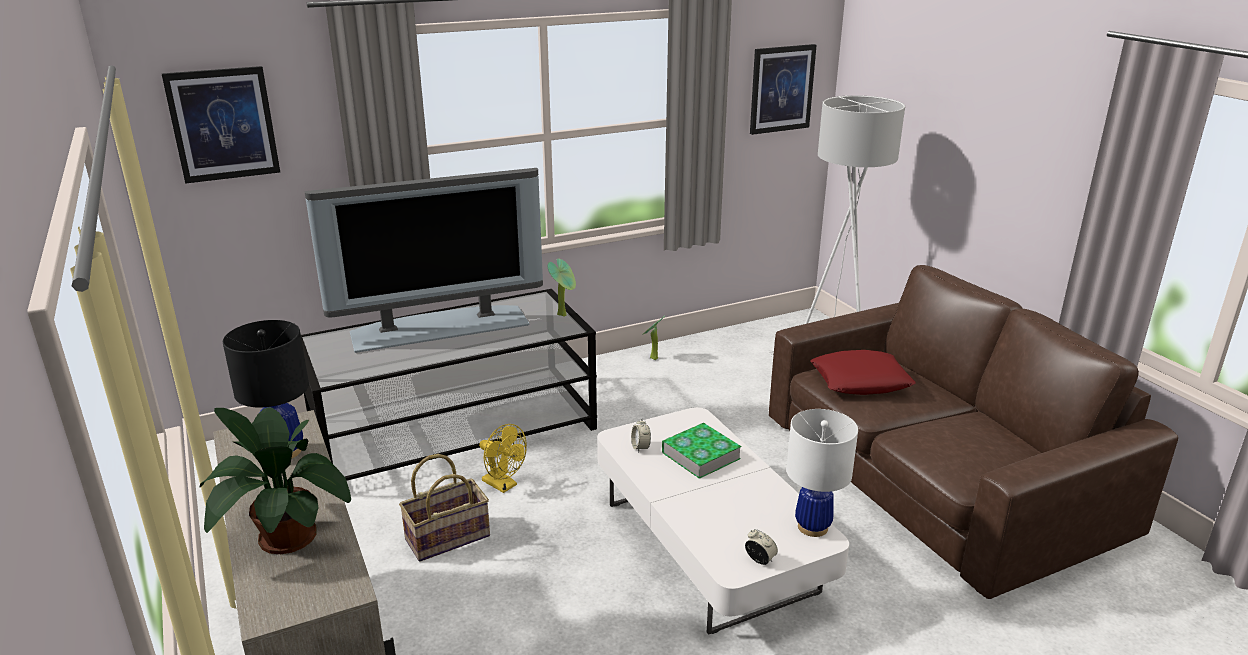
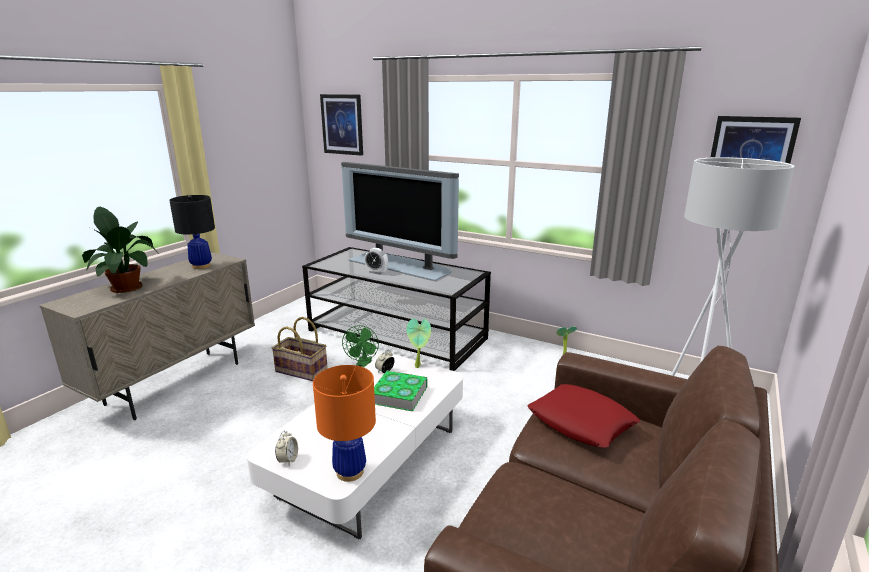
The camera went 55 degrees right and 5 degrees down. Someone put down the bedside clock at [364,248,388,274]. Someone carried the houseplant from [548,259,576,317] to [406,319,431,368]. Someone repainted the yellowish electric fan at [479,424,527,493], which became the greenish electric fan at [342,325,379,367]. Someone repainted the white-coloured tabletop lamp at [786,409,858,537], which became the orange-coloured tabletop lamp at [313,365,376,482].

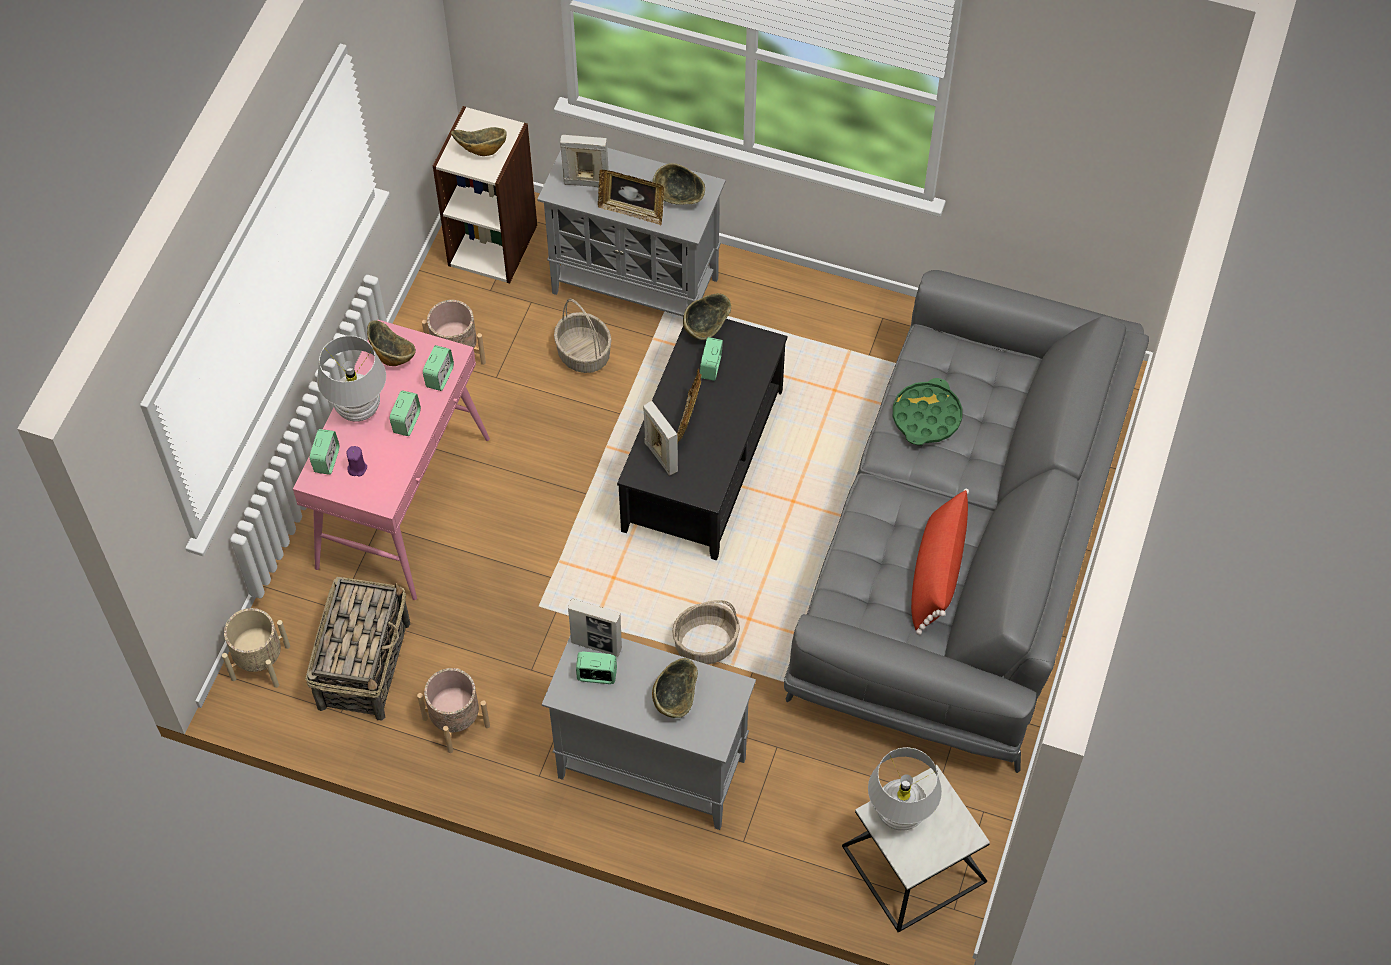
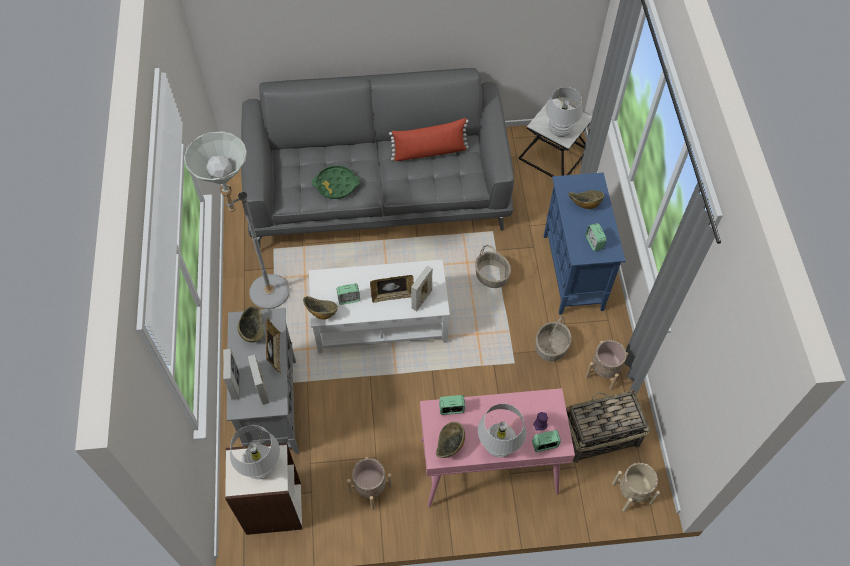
The camera went 115 degrees left and 0 degrees up. Someone took away the bedside clock at [390,390,421,436]. Someone put down the greyish floor lamp at [184,131,290,309]. Someone carried the storage basket from [554,298,612,373] to [535,316,571,361]. Someone carried the picture frame from [568,598,622,657] to [223,349,239,400]. Someone swapped the bowl at [451,127,507,156] for the white-coloured tabletop lamp at [230,425,280,479]. Someone repainted the greyish storage cabinet at [542,635,756,830], which became the blue storage cabinet at [544,172,626,315]. Someone repainted the black coffee table at [617,319,787,560], which became the white-coloured coffee table at [309,259,450,354].

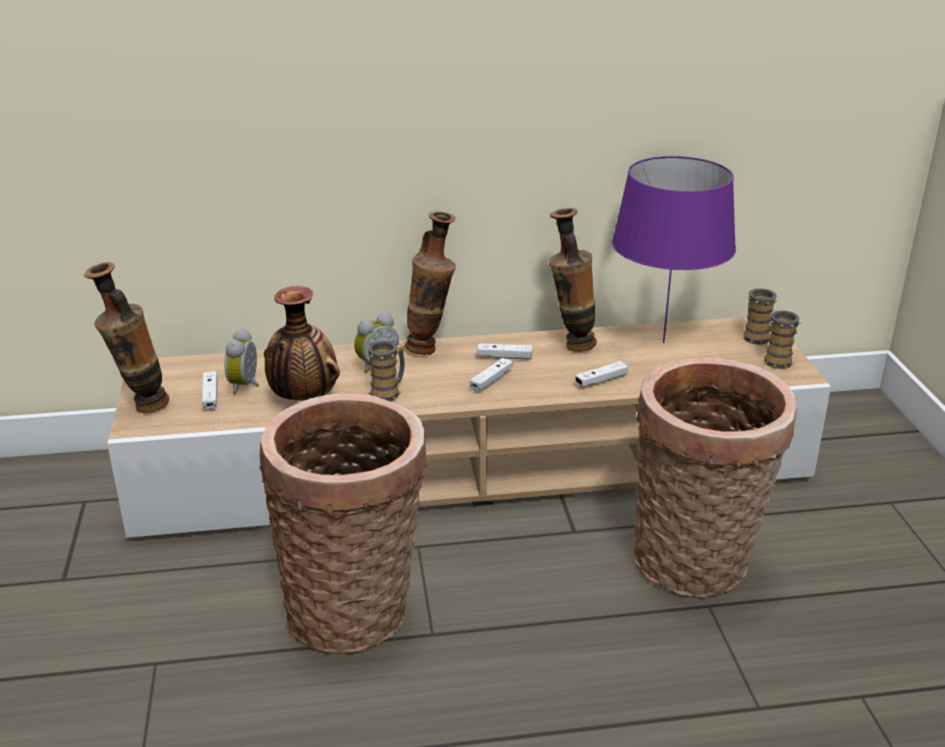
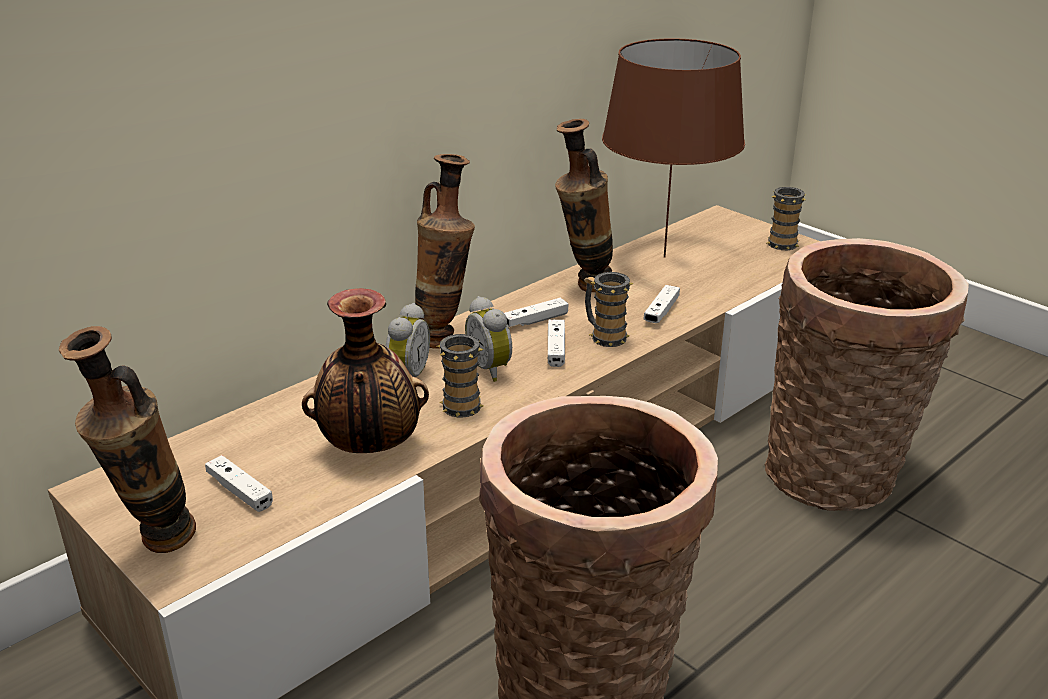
The camera went 35 degrees left and 0 degrees up. Someone carried the bedside clock from [224,329,259,395] to [465,296,512,382]. Someone carried the mug from [742,289,777,345] to [584,272,633,347]. Someone repainted the purple-coloured tabletop lamp at [612,156,736,343], which became the brown tabletop lamp at [602,38,745,258].

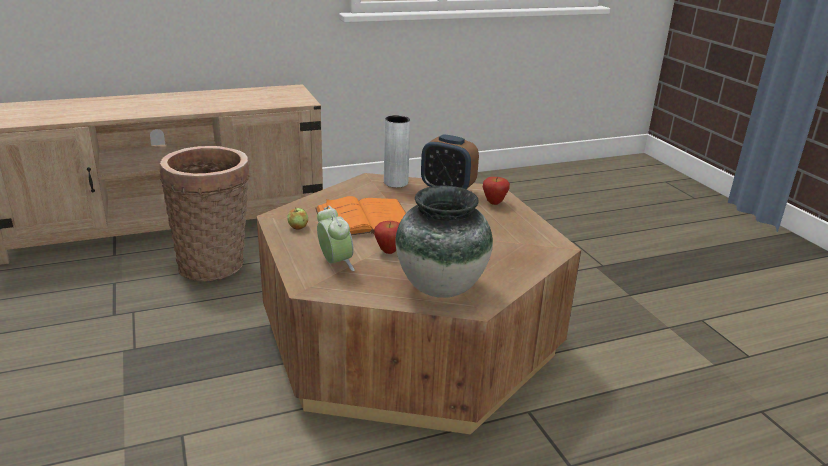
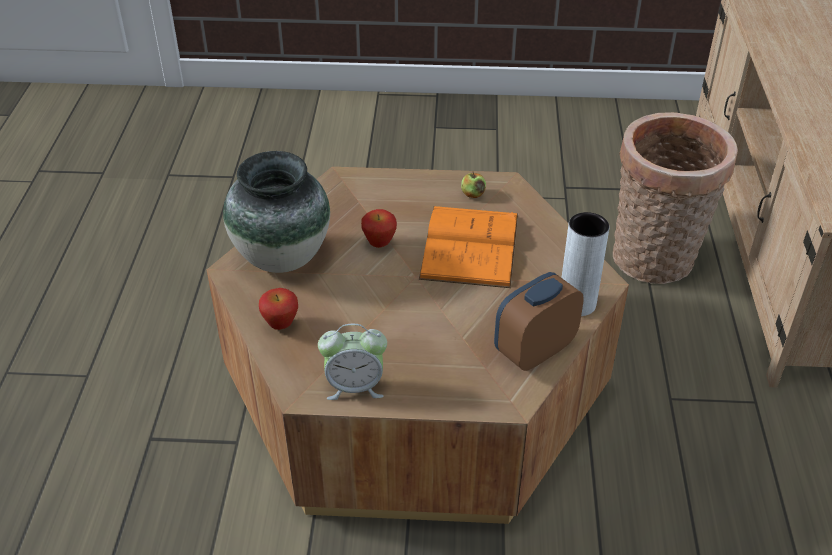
The camera went 115 degrees right and 15 degrees up. Someone carried the bedside clock from [317,205,355,271] to [318,324,387,400]. Someone carried the apple fruit from [483,177,510,205] to [259,288,298,330].

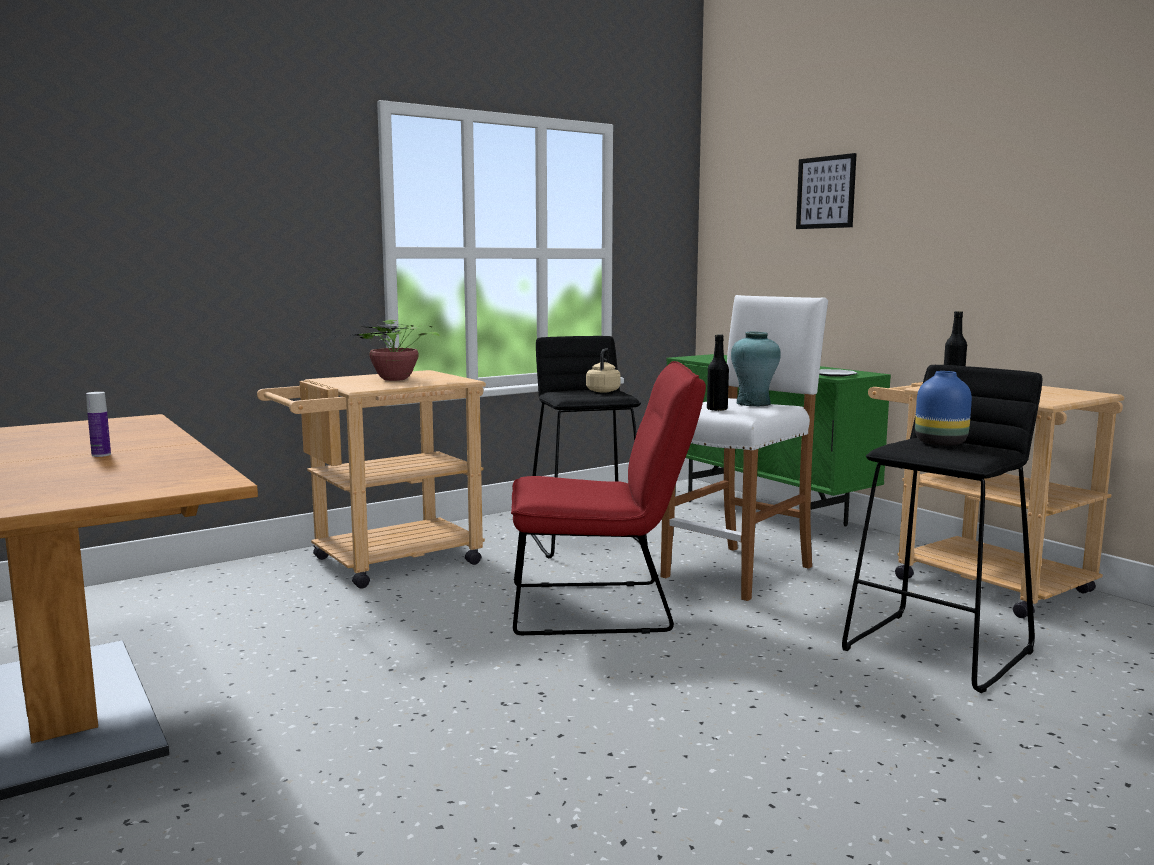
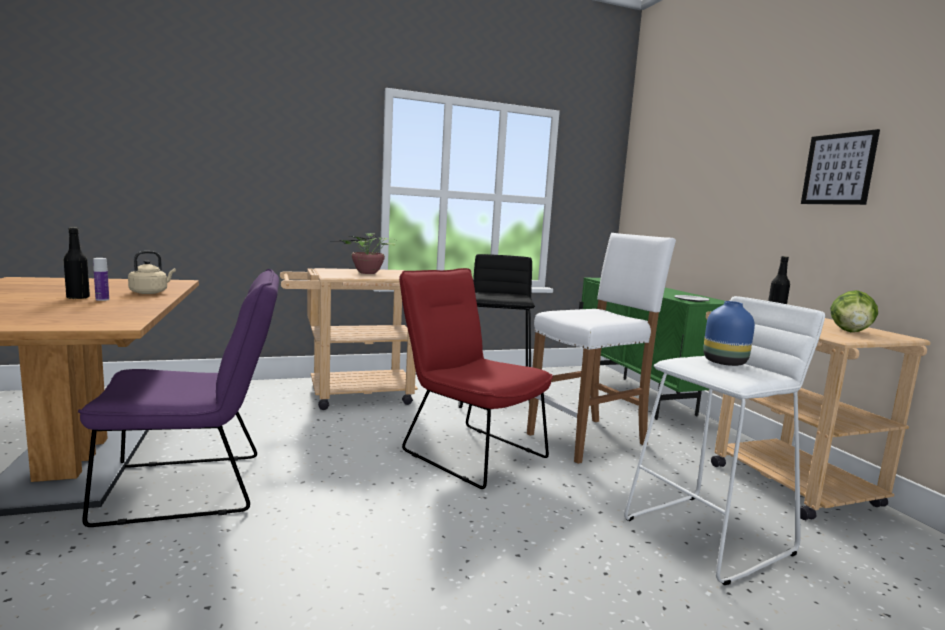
The camera went 15 degrees right and 0 degrees up. Someone took away the blue-green vase at [731,332,781,406]. Someone put down the purple-coloured chair at [78,269,279,527]. Someone put down the lettuce at [830,290,878,332]. Someone carried the beige kettle from [586,348,621,393] to [128,251,176,294]. Someone carried the black beverage bottle from [707,334,729,411] to [63,227,90,299]. Someone carried the wall picture from [796,153,857,229] to [801,129,880,205]. Someone repainted the black stool seat at [842,365,1042,693], which became the white-coloured stool seat at [624,296,825,585]. Someone rotated the red chair at [511,361,706,635] by 150 degrees counterclockwise.

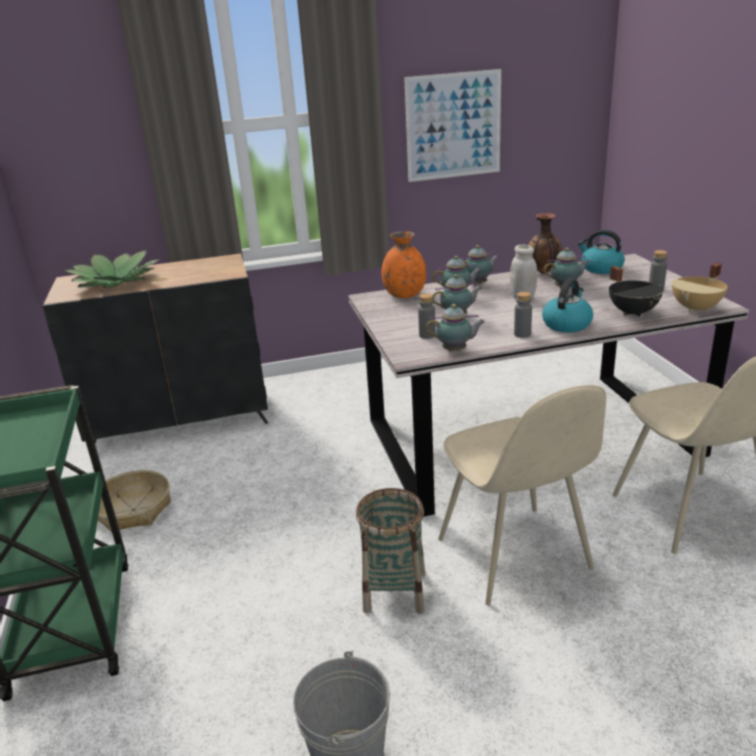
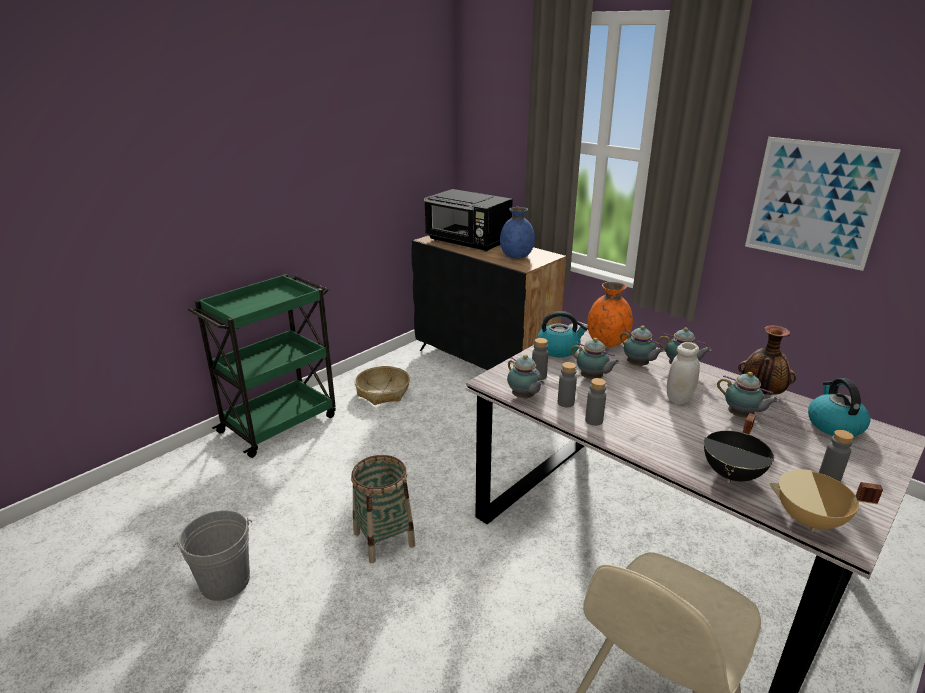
The camera went 55 degrees right and 0 degrees up. Someone took away the beige chair at [438,385,606,606]. Someone put down the blue vase at [500,207,535,259]. Someone put down the greyish beverage bottle at [558,362,577,408]. Someone carried the kettle from [542,279,593,332] to [537,311,588,357]. Someone swapped the houseplant at [63,249,160,288] for the black kitchen microwave at [424,189,513,252].

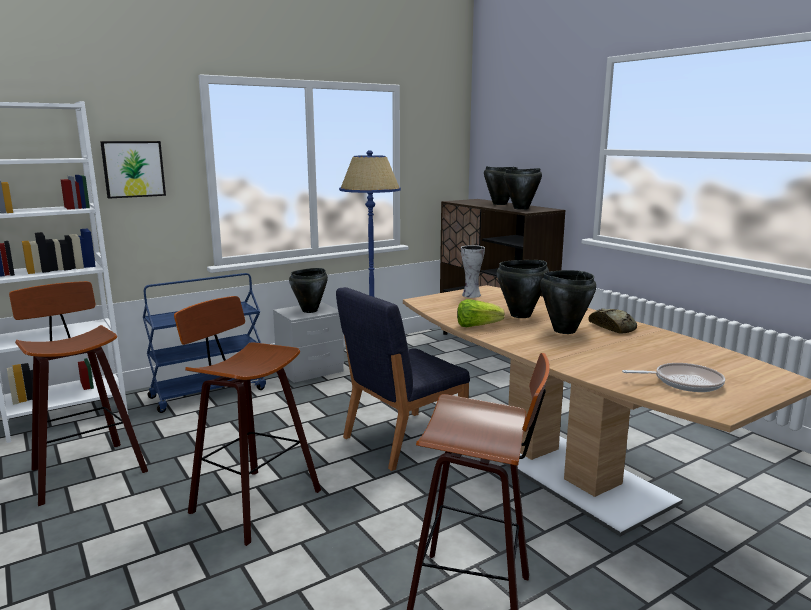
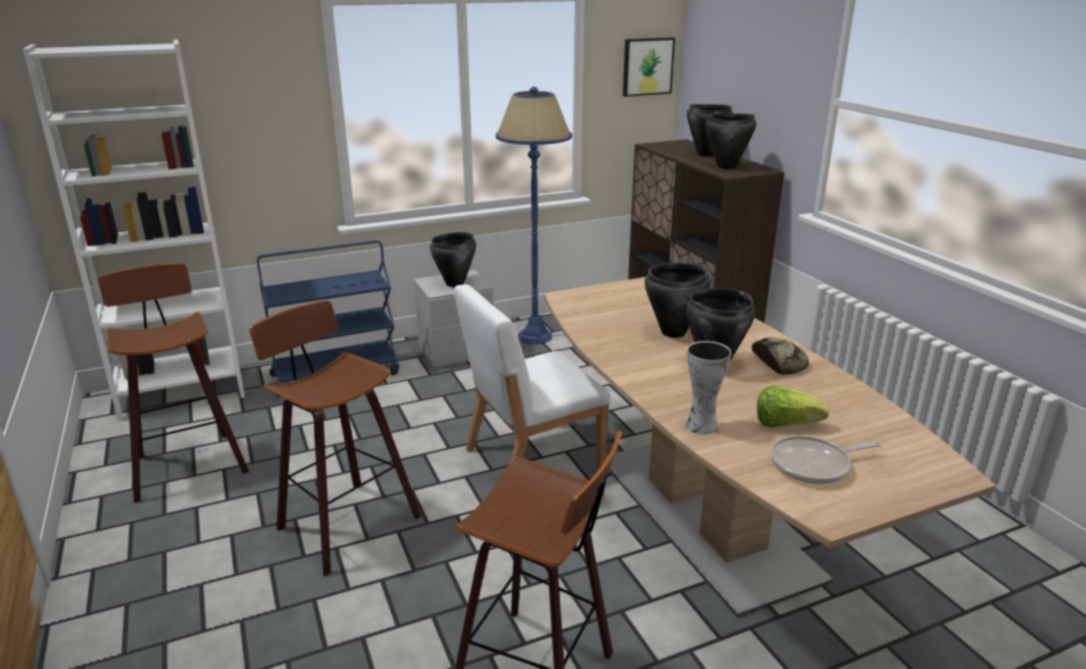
The camera went 10 degrees right and 10 degrees up. Someone carried the wall picture from [100,141,166,199] to [623,37,675,97]. Someone carried the lettuce from [457,299,505,327] to [757,385,829,428]. Someone carried the vase from [461,245,485,298] to [685,341,731,435]. Someone repainted the blue chair at [336,287,470,471], which became the white-coloured chair at [454,284,610,469]. Someone rotated the frying pan at [622,363,725,392] by 150 degrees clockwise.

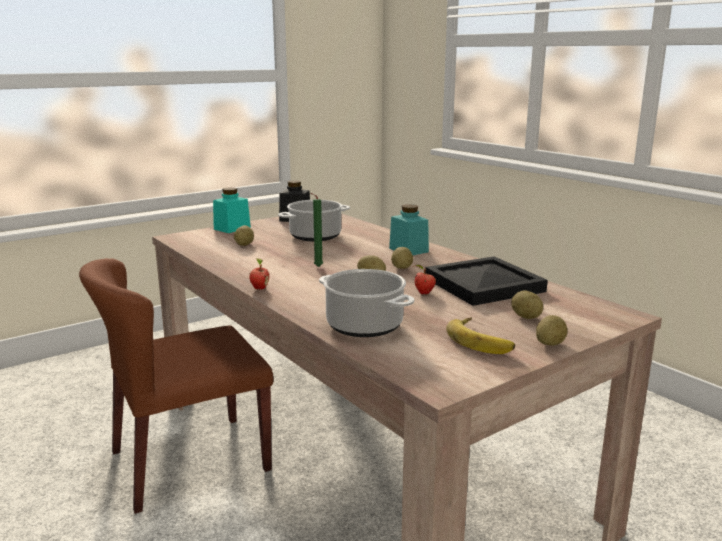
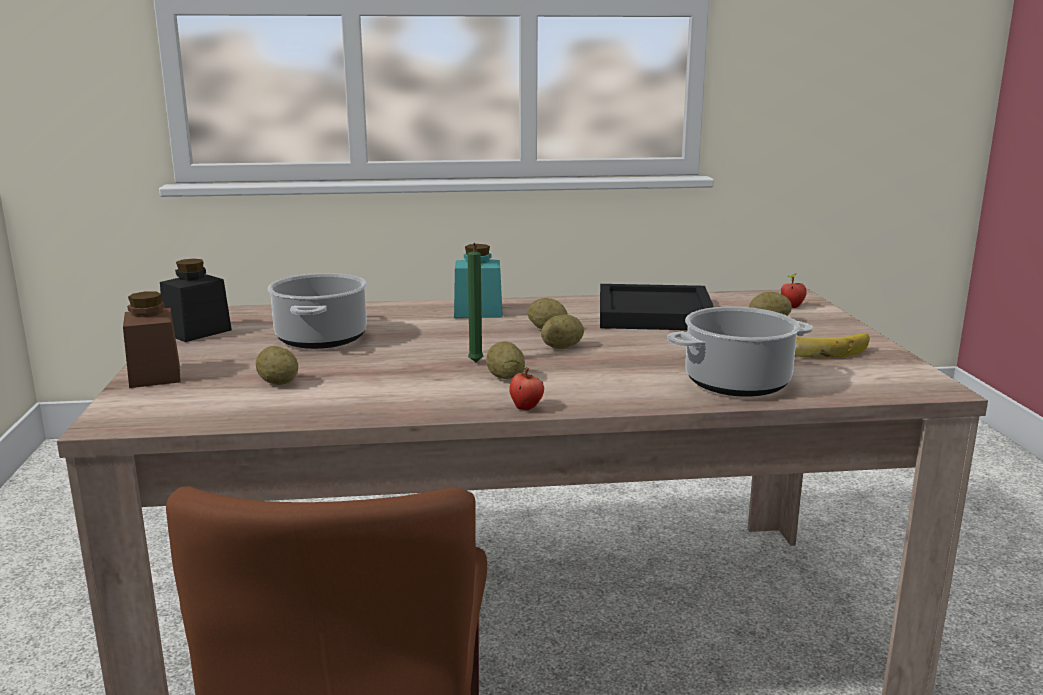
The camera went 60 degrees left and 0 degrees up. Someone carried the apple fruit from [413,265,436,294] to [781,273,807,308]. Someone carried the whole potato from [536,315,567,346] to [486,342,525,379]. Someone repainted the blue-green preserve jar at [213,187,251,233], which became the brown preserve jar at [123,291,181,388].

